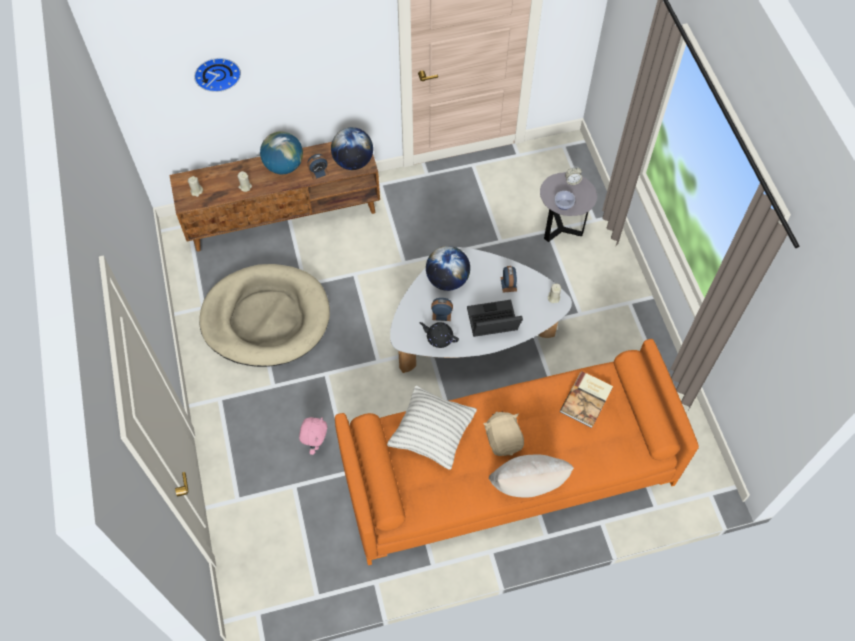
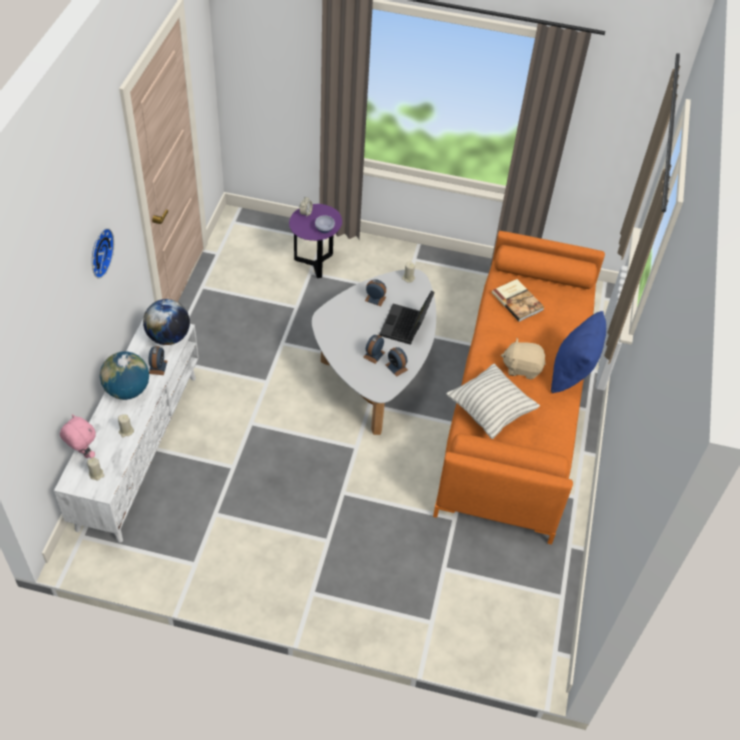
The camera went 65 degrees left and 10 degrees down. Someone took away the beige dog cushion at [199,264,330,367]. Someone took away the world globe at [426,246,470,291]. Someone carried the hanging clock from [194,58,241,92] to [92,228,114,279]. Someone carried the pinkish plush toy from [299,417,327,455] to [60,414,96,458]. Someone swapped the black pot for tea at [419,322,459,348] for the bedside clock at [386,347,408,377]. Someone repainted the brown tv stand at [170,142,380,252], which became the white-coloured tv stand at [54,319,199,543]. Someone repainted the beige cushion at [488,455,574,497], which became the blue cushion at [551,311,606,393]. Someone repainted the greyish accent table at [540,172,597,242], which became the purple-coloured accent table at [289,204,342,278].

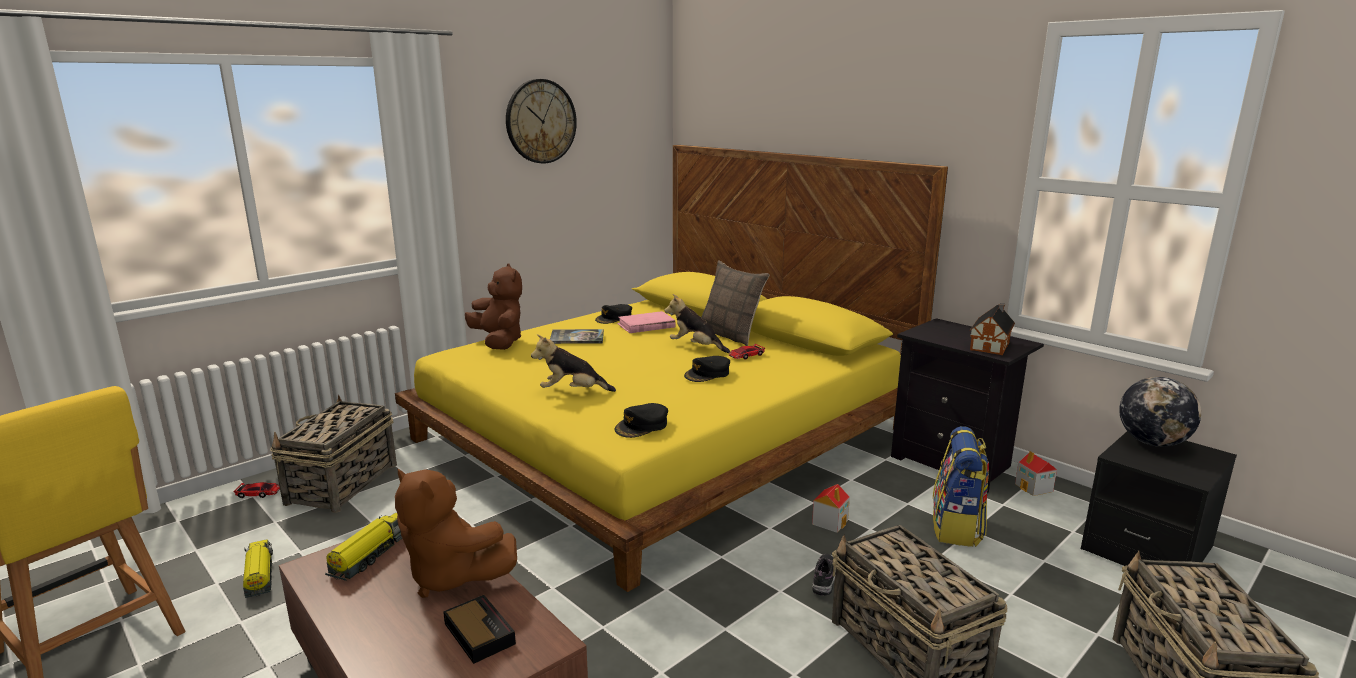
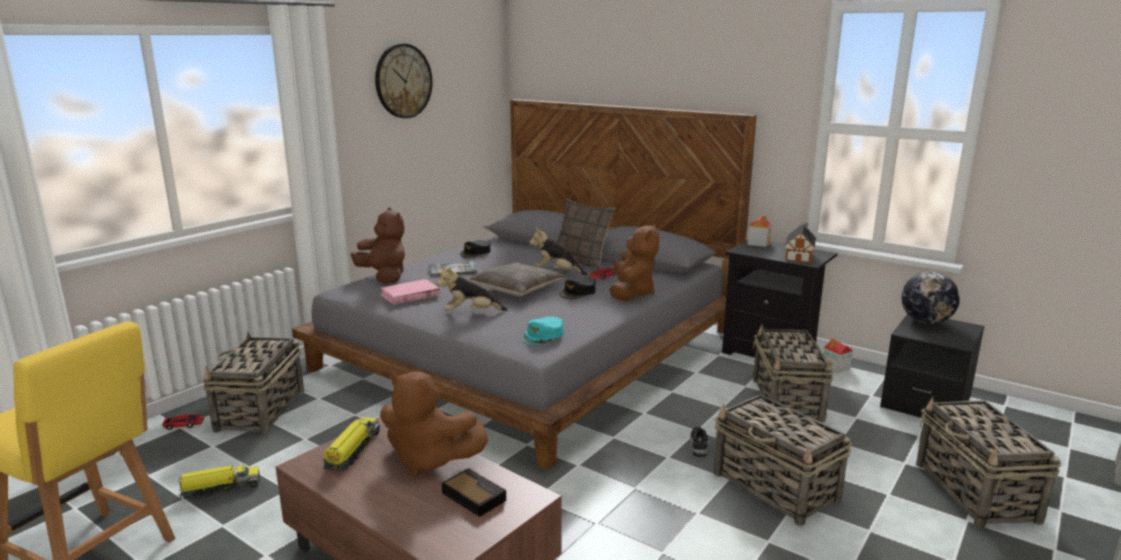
The camera went 10 degrees left and 0 degrees up. Someone put down the cushion at [469,263,567,296]. Someone put down the brown plush toy at [610,223,659,301]. Someone carried the pinkish book from [617,311,676,333] to [380,279,440,305]. Someone carried the model house from [812,484,850,533] to [747,215,771,247]. Someone swapped the backpack at [933,426,989,547] for the storage basket at [753,324,834,423]. Someone repainted the yellowish bedroom bed at [395,145,948,592], which became the greyish bedroom bed at [292,99,756,470]. Someone repainted the black peaked cap at [614,403,668,438], which became the blue-green peaked cap at [522,316,563,345]. Someone rotated the toy lorry at [243,539,273,598] by 105 degrees clockwise.

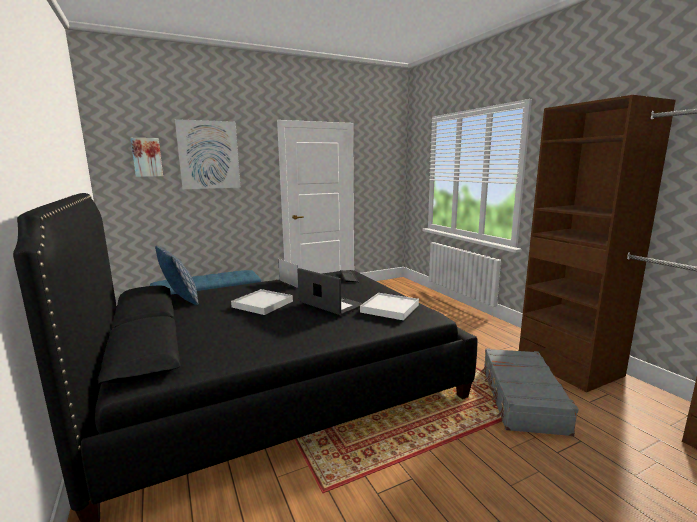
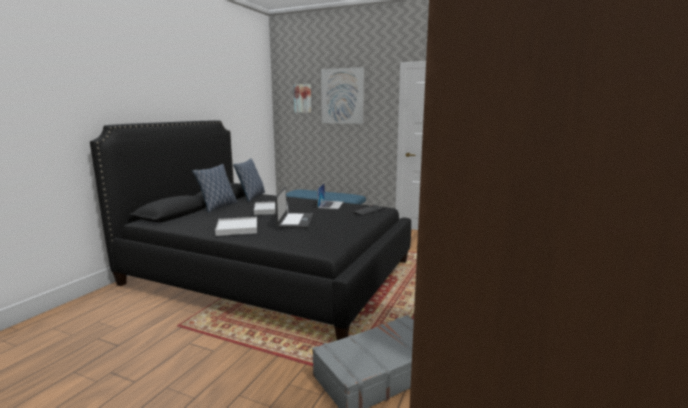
The camera went 50 degrees right and 0 degrees up. Someone put down the cushion at [192,164,237,213]. Someone carried the white-coloured carrying tray from [360,293,419,320] to [215,217,257,236].

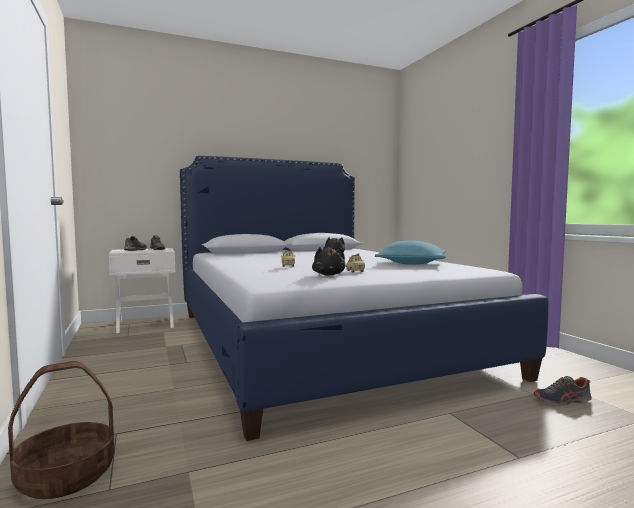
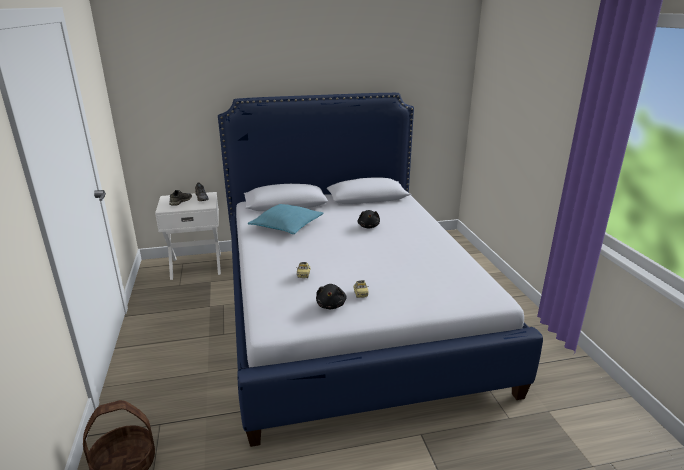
The camera went 10 degrees right and 20 degrees up. Someone took away the low shoe at [534,376,592,406]. Someone carried the blue-green cushion from [375,240,446,265] to [248,204,323,234].

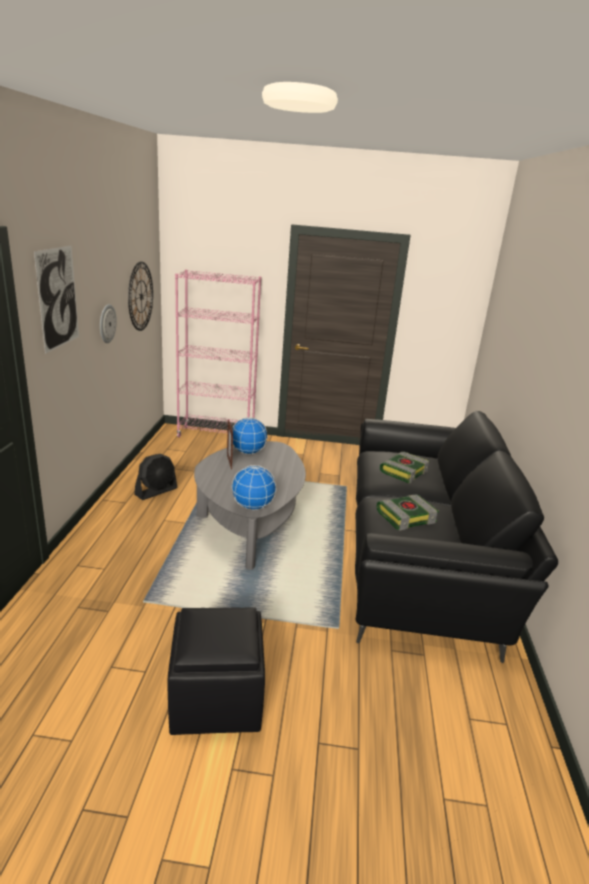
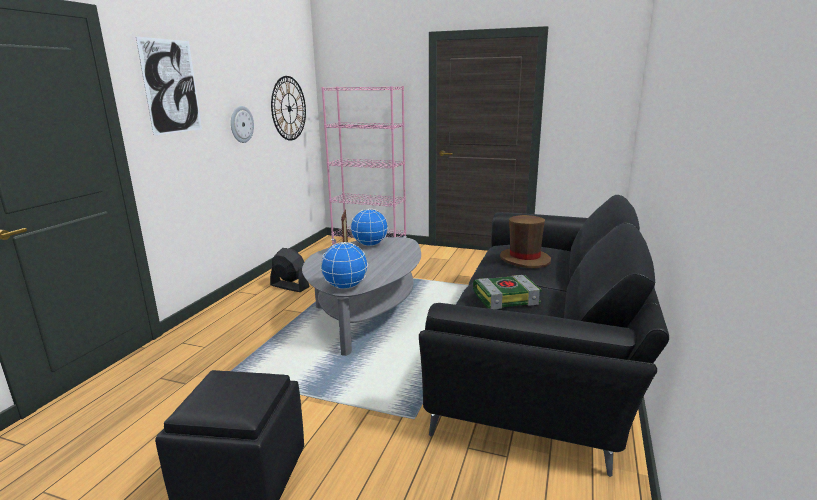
The camera went 15 degrees right and 5 degrees down. Someone swapped the book at [380,452,429,483] for the brown hat at [500,215,551,268]. Someone rotated the black electric fan at [134,454,177,500] by 120 degrees counterclockwise.

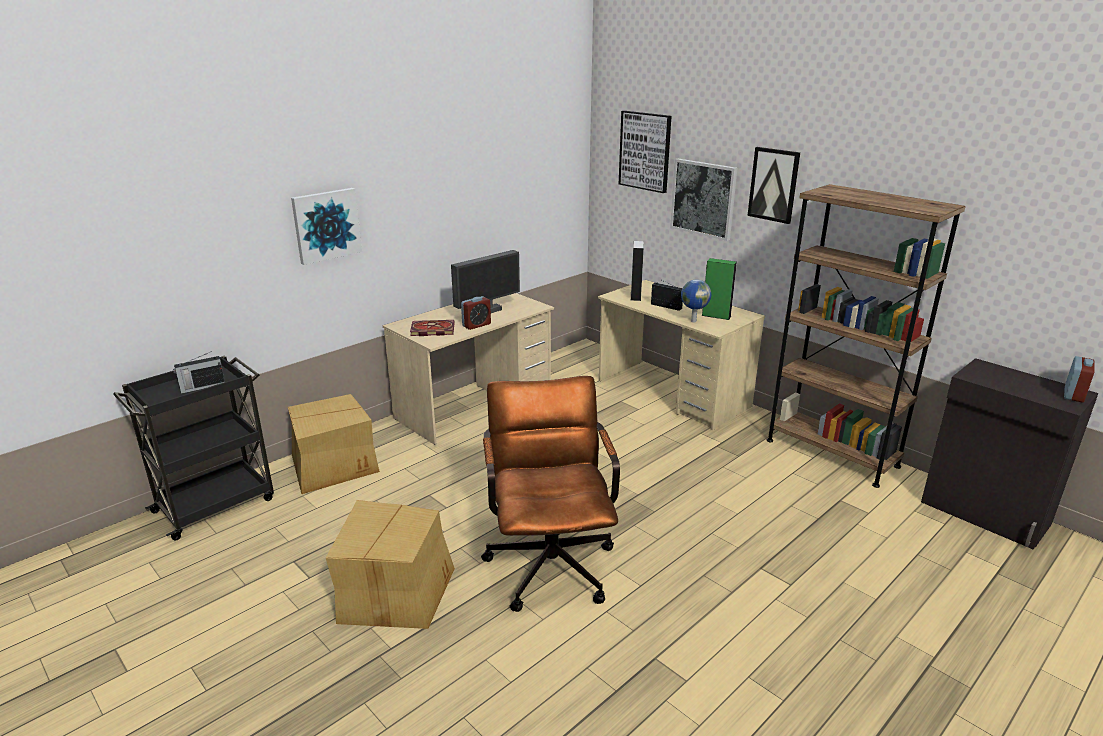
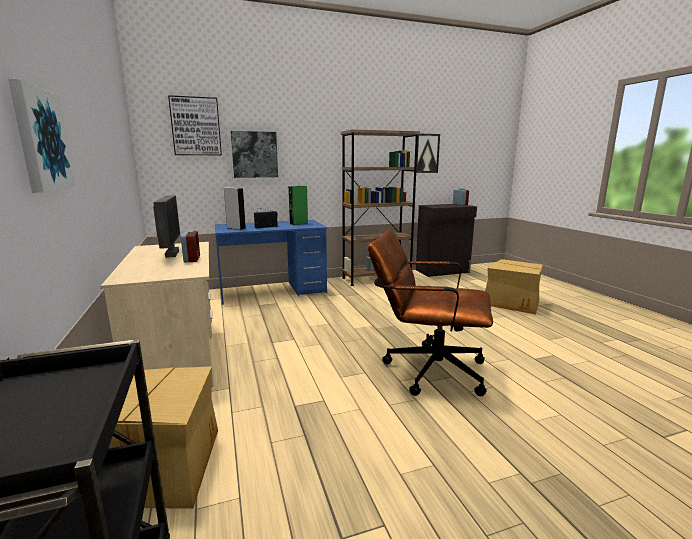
The camera went 65 degrees left and 10 degrees down. Someone took away the radio receiver at [173,351,225,394]. Someone took away the book at [410,320,454,336]. Someone took away the world globe at [681,279,711,322]. Someone carried the packing box from [326,500,455,629] to [485,259,543,314]. Someone carried the wall picture from [747,147,800,224] to [416,134,440,173]. Someone repainted the beige desk at [598,280,765,430], which became the blue desk at [215,220,327,304].

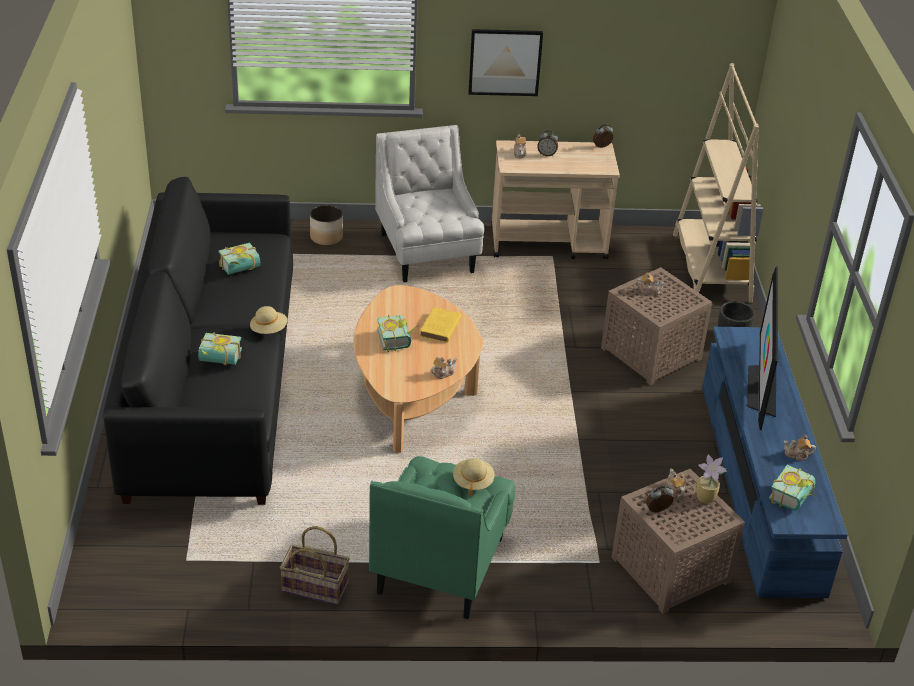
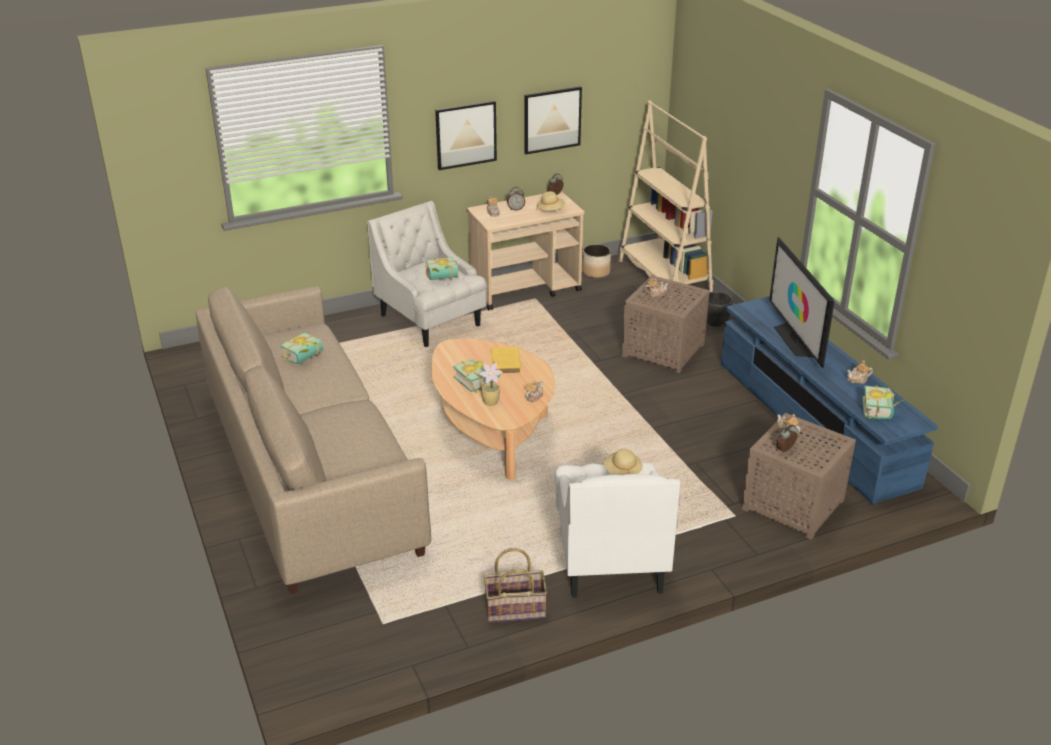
The camera went 20 degrees left and 5 degrees down. Someone put up the wall picture at [524,86,582,154]. Someone carried the book from [198,332,242,365] to [426,257,458,280]. Someone carried the beige hat from [250,306,287,334] to [537,191,565,211]. Someone carried the planter from [310,205,343,245] to [582,244,611,278]. Someone carried the houseplant from [696,454,727,503] to [479,363,503,406]. Someone repainted the black settee at [103,177,293,505], which became the beige settee at [196,287,431,594]. Someone repainted the greenish armchair at [369,456,515,619], which became the white-coloured armchair at [554,462,680,598].

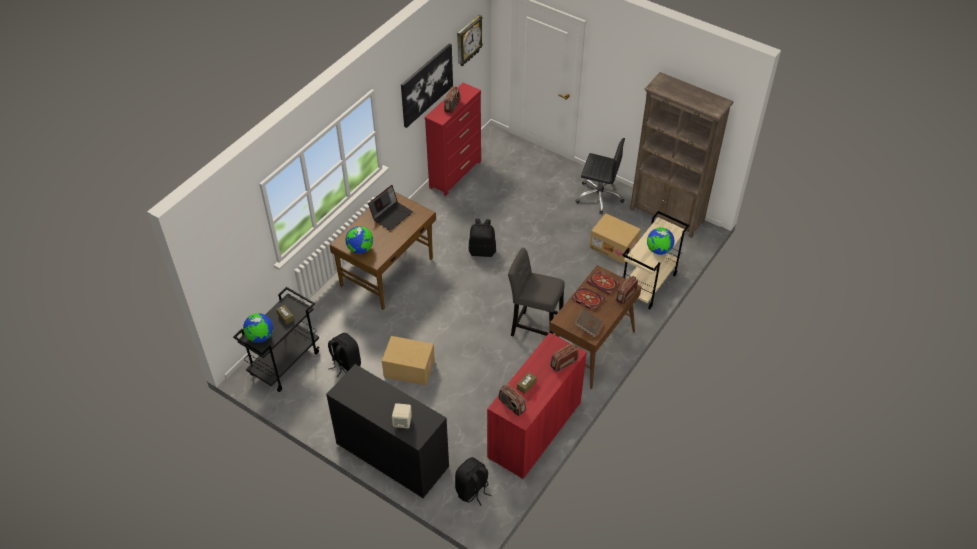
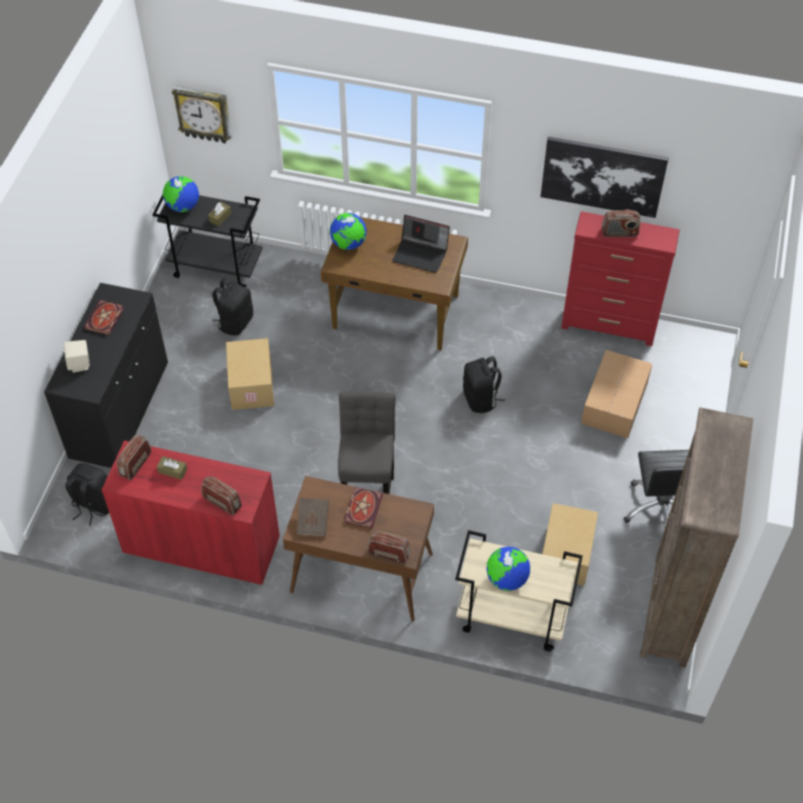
The camera went 70 degrees right and 5 degrees up. Someone put down the packing box at [581,350,653,438]. Someone carried the hanging clock from [457,14,483,66] to [172,86,232,143]. Someone carried the book from [587,270,620,295] to [84,300,124,335].

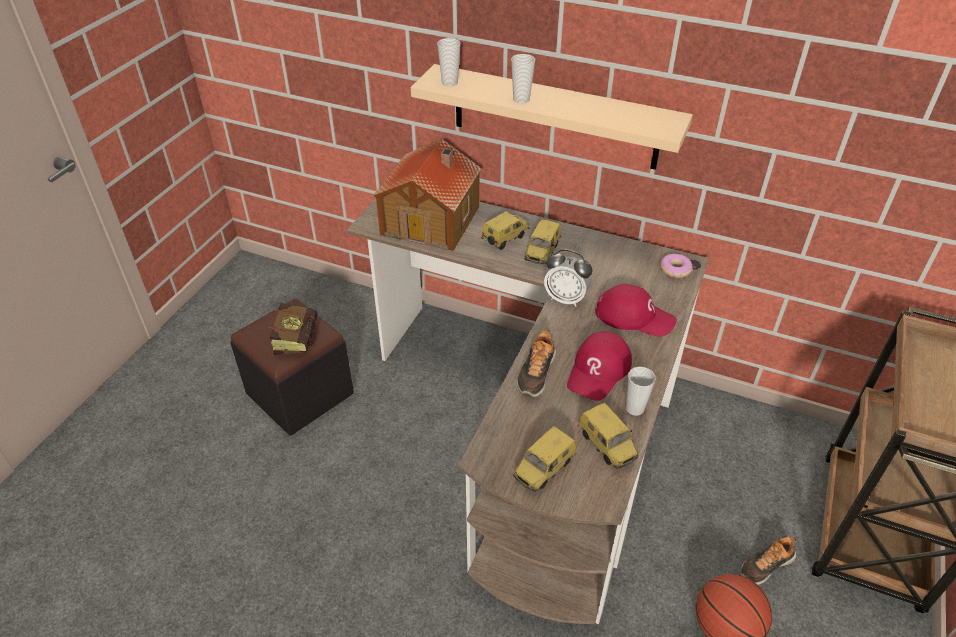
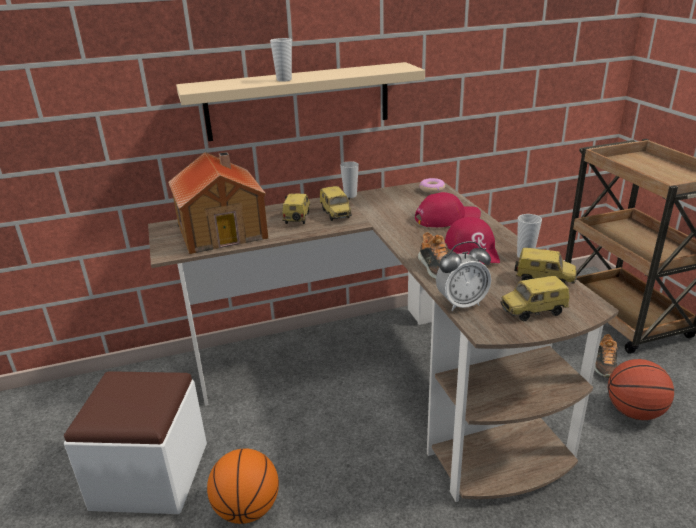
The camera went 40 degrees left and 15 degrees down. Someone took away the book at [269,303,317,355]. Someone put down the basketball at [207,448,279,524]. Someone carried the small cup from [437,38,461,87] to [340,161,359,198]. Someone carried the bedside clock from [544,249,592,307] to [436,241,491,311]. Someone repainted the black ottoman at [230,299,354,436], which became the white-coloured ottoman at [64,371,207,514]. Someone rotated the miniature car at [513,426,577,492] by 75 degrees clockwise.

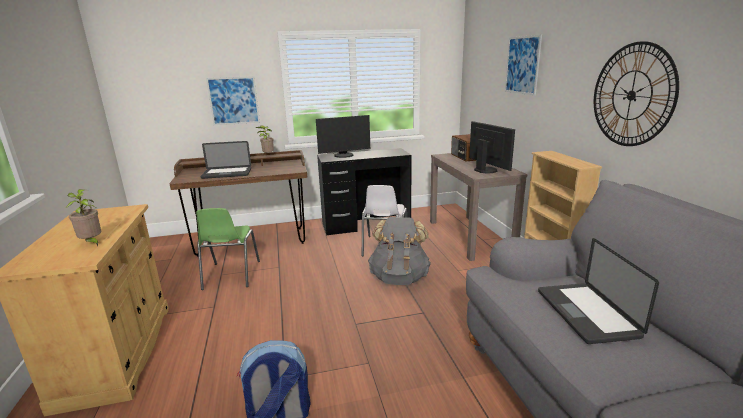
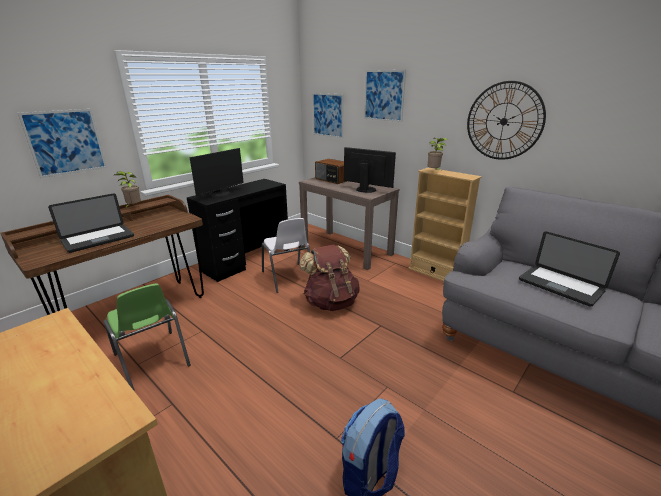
The camera went 35 degrees left and 5 degrees up. Someone put up the wall picture at [312,93,344,138]. Someone carried the houseplant from [66,189,101,247] to [428,138,448,170]. Someone repainted the greyish backpack at [368,217,431,285], which became the brown backpack at [299,244,360,311].

